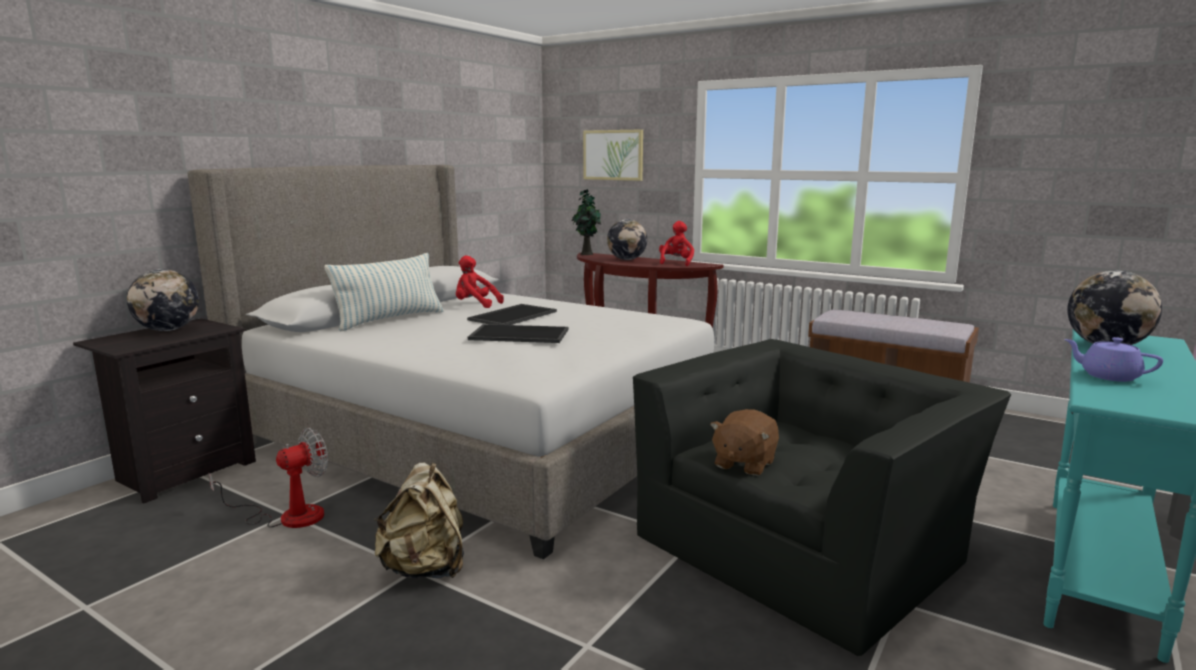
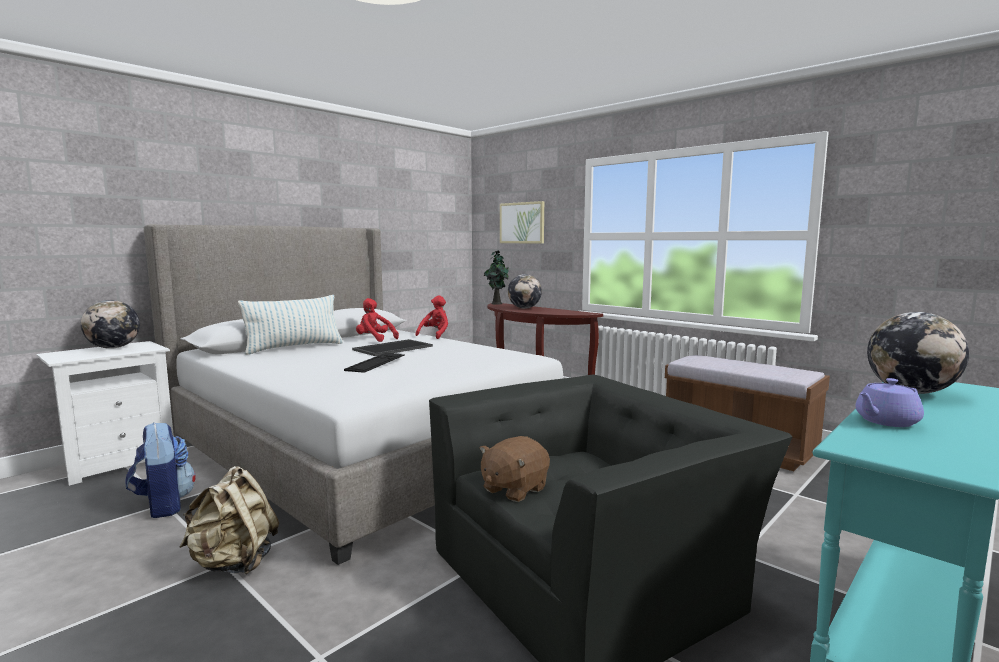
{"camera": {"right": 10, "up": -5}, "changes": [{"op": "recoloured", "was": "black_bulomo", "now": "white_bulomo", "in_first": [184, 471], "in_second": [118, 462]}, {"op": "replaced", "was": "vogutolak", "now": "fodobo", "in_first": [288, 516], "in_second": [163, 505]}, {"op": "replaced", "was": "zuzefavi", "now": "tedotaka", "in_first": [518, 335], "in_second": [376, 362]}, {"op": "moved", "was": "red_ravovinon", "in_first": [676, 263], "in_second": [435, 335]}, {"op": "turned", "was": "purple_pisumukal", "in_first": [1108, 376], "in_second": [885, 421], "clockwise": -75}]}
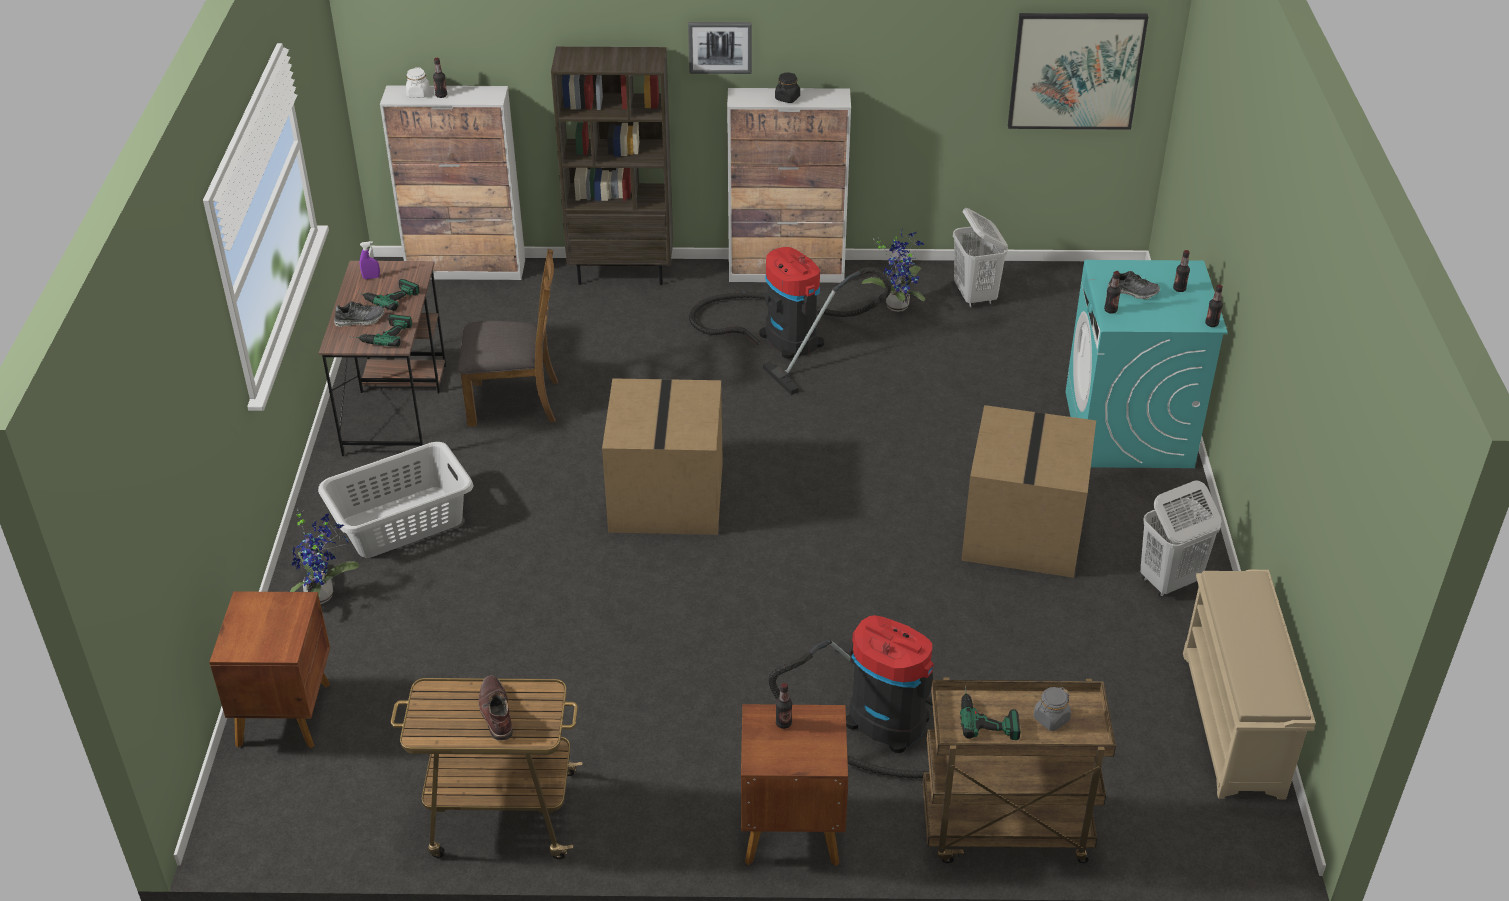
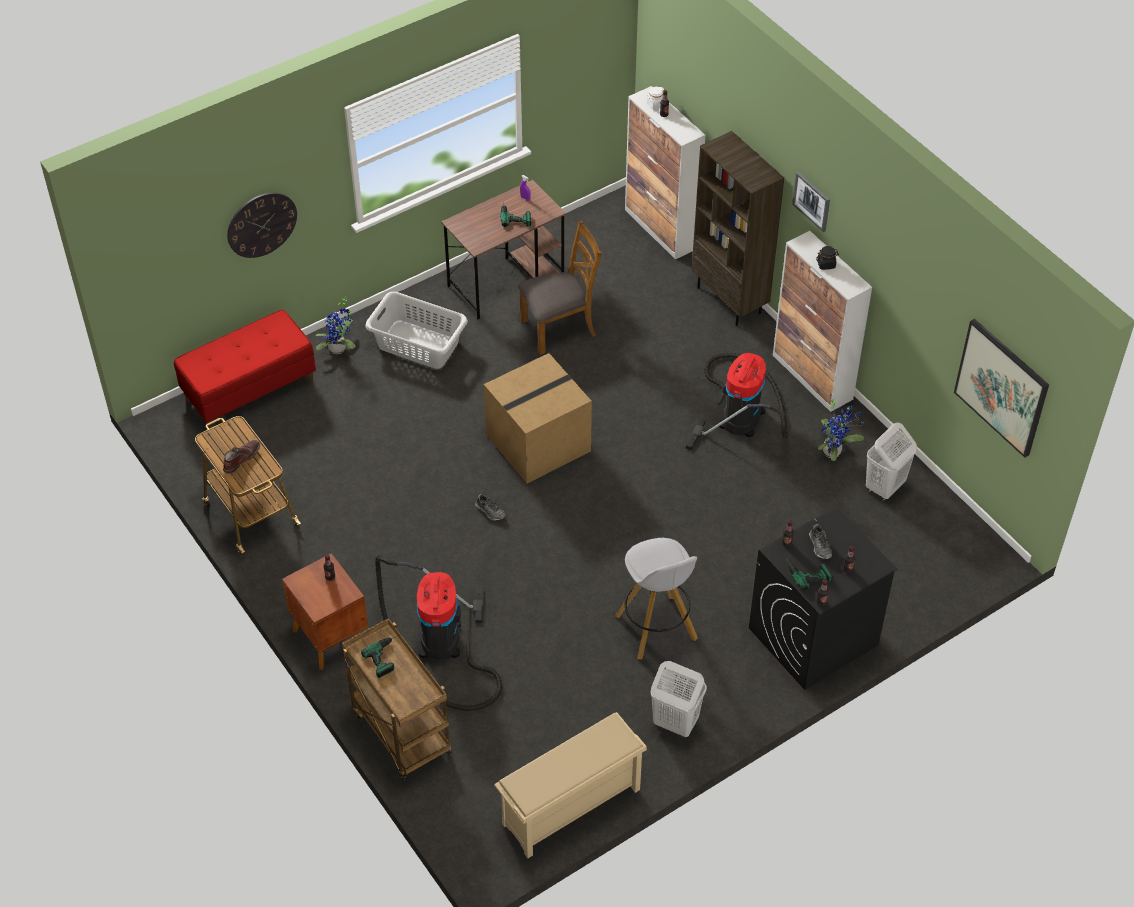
{"camera": {"right": 55, "up": 10}, "changes": [{"op": "replaced", "was": "brown_bulomo", "now": "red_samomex", "in_first": [286, 713], "in_second": [250, 390]}, {"op": "moved", "was": "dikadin", "in_first": [360, 320], "in_second": [490, 511]}, {"op": "moved", "was": "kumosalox", "in_first": [381, 334], "in_second": [806, 571]}, {"op": "turned", "was": "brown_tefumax", "in_first": [515, 402], "in_second": [559, 327], "clockwise": -75}, {"op": "replaced", "was": "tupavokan", "now": "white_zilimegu", "in_first": [1024, 533], "in_second": [656, 628]}, {"op": "removed", "was": "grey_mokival", "in_first": [1051, 719]}, {"op": "recoloured", "was": "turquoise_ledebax", "now": "black_ledebax", "in_first": [1128, 430], "in_second": [812, 637]}, {"op": "added", "now": "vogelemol", "in_second": [261, 224]}]}
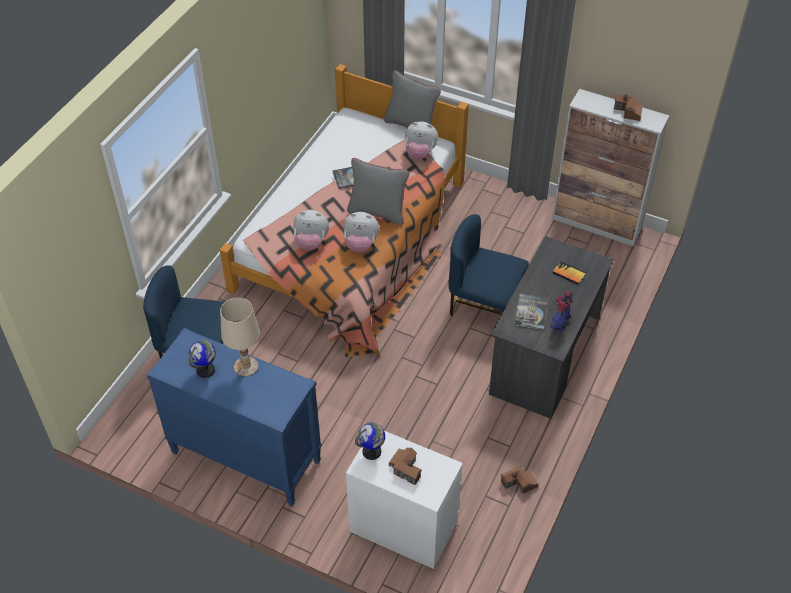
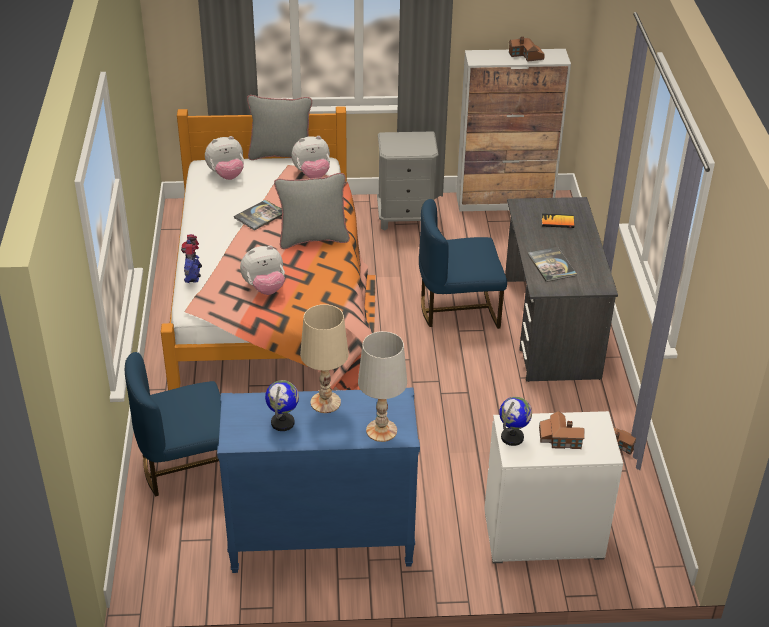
{"camera": {"right": -30, "up": -10}, "changes": [{"op": "moved", "was": "ravovinon", "in_first": [360, 244], "in_second": [226, 175]}, {"op": "moved", "was": "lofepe", "in_first": [560, 323], "in_second": [193, 275]}, {"op": "added", "now": "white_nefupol", "in_second": [382, 430]}, {"op": "added", "now": "grey_bulomo", "in_second": [406, 218]}]}
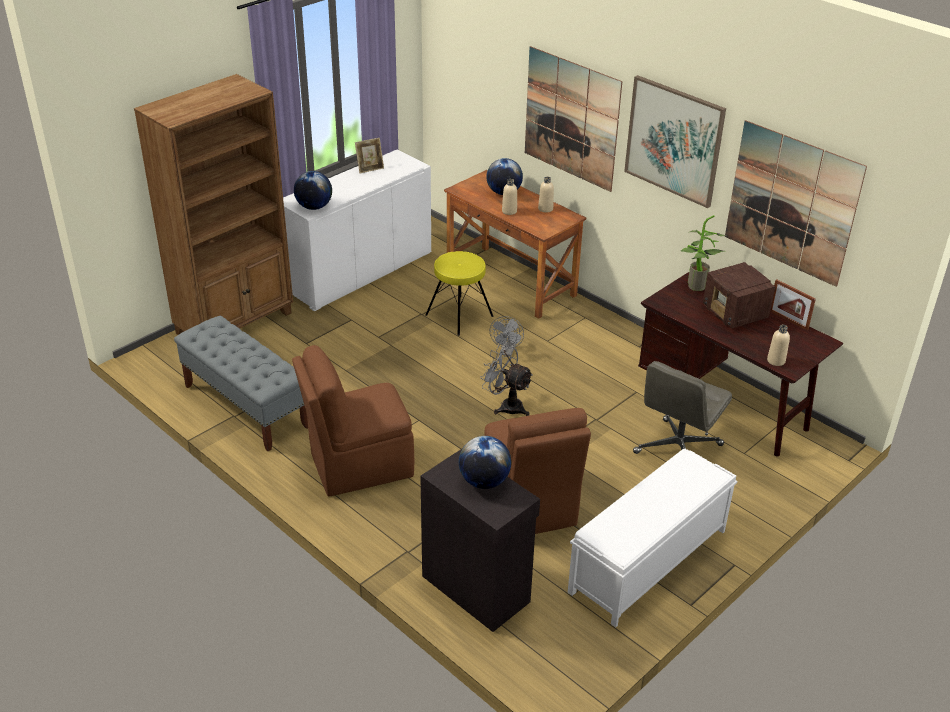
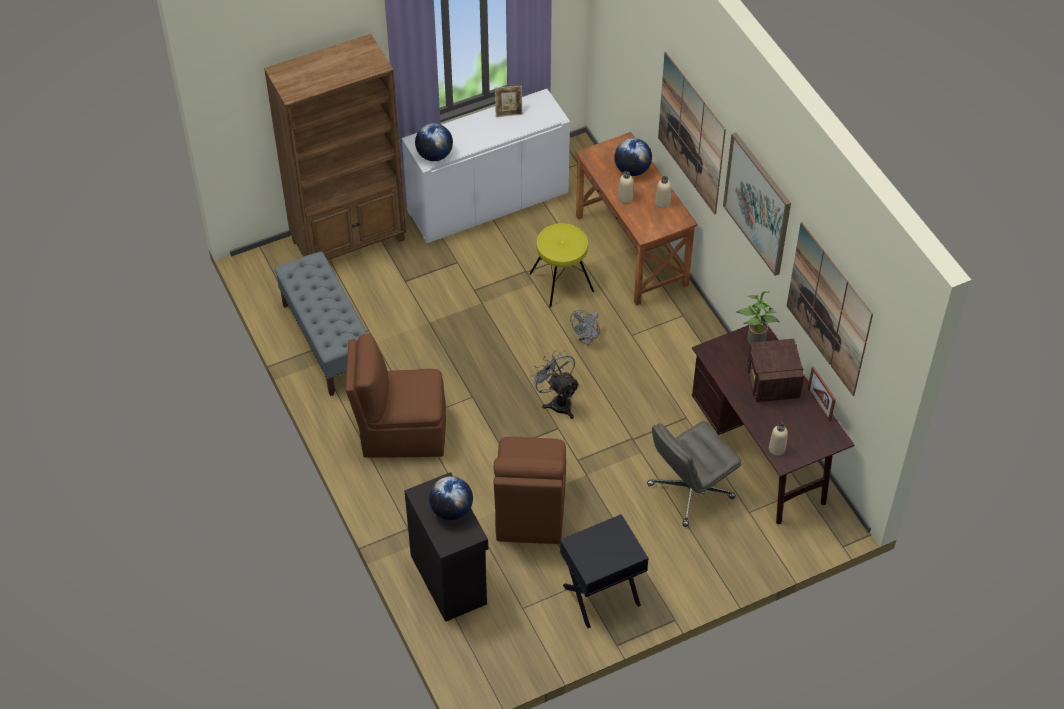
{"camera": {"right": 20, "up": 15}, "changes": [{"op": "replaced", "was": "white_samomex", "now": "black_bulomo", "in_first": [647, 562], "in_second": [602, 596]}]}
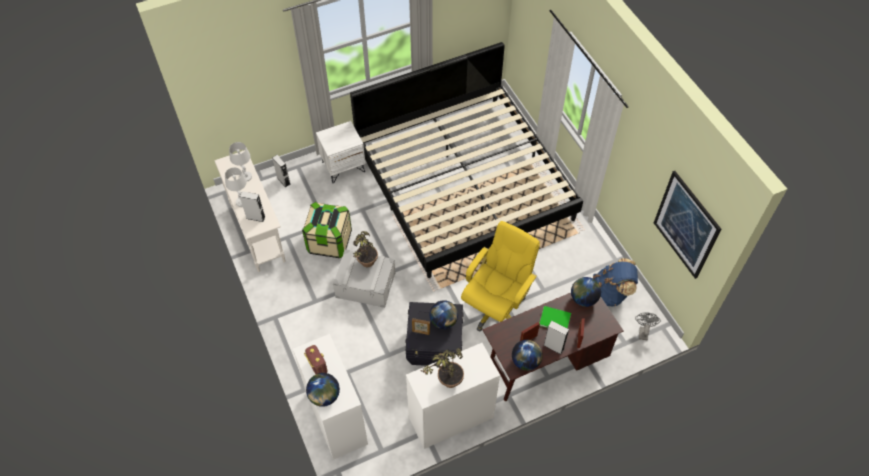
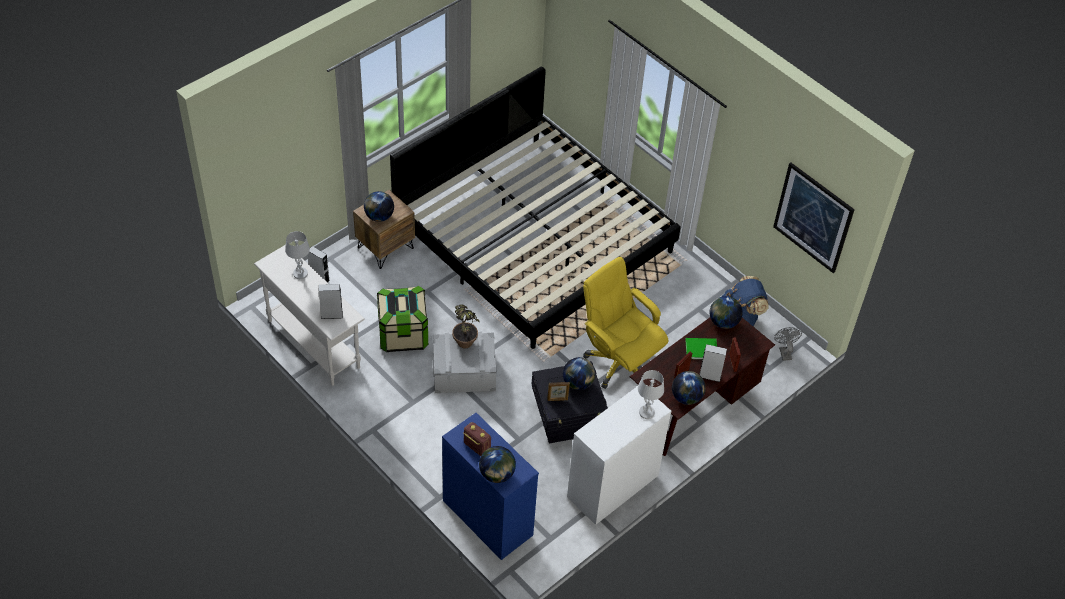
{"camera": {"right": -20, "up": -5}, "changes": [{"op": "moved", "was": "white_nefupol", "in_first": [242, 202], "in_second": [647, 412]}, {"op": "recoloured", "was": "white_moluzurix", "now": "blue_moluzurix", "in_first": [336, 418], "in_second": [487, 518]}, {"op": "recoloured", "was": "white_bulomo", "now": "brown_bulomo", "in_first": [343, 166], "in_second": [385, 247]}, {"op": "removed", "was": "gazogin", "in_first": [445, 383]}, {"op": "turned", "was": "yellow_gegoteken", "in_first": [495, 307], "in_second": [618, 362], "clockwise": -60}, {"op": "added", "now": "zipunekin", "in_second": [379, 216]}]}
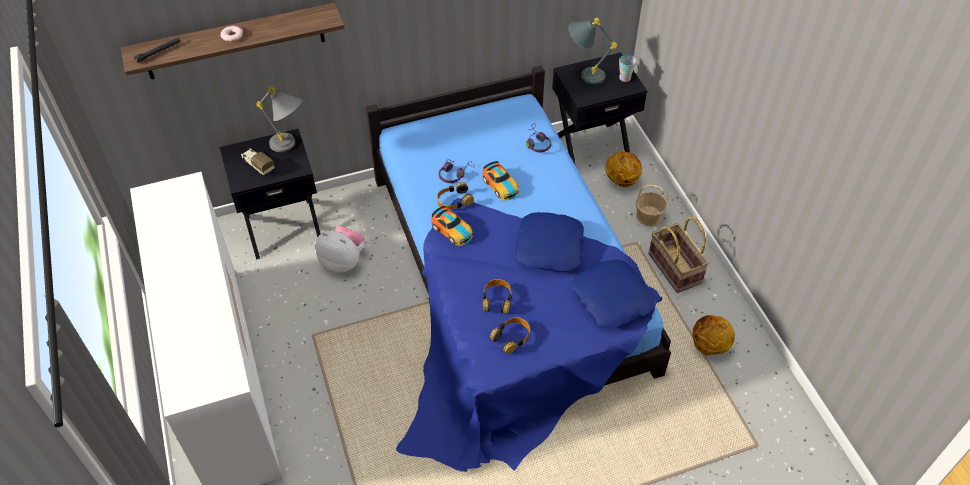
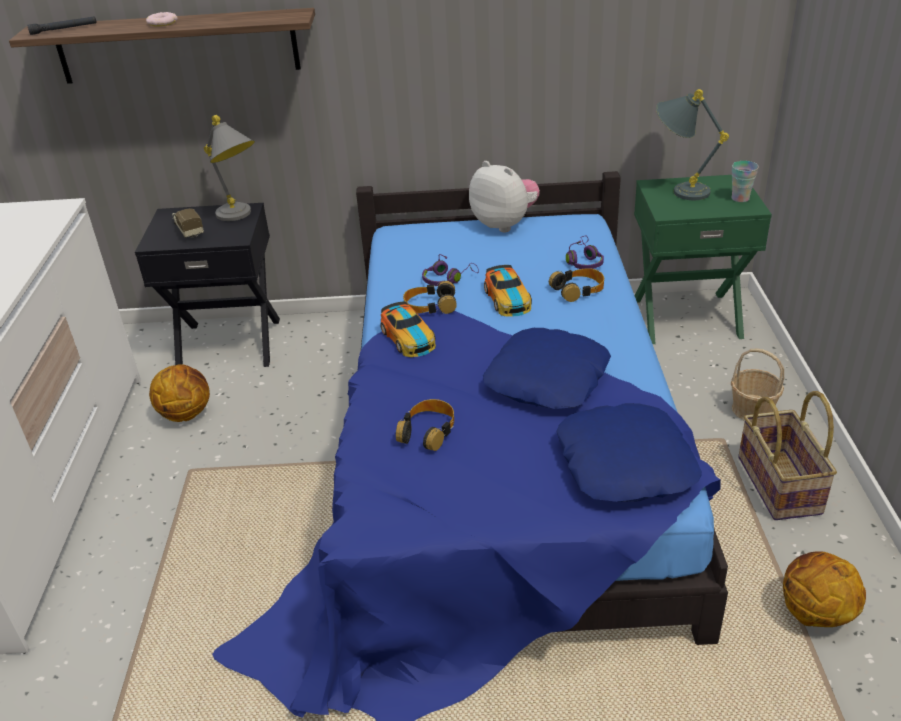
{"camera": {"right": 20, "up": -15}, "changes": [{"op": "moved", "was": "ravovinon", "in_first": [343, 261], "in_second": [504, 224]}, {"op": "moved", "was": "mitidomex", "in_first": [511, 337], "in_second": [578, 290]}, {"op": "recoloured", "was": "black_bulomo", "now": "green_bulomo", "in_first": [590, 147], "in_second": [686, 316]}, {"op": "moved", "was": "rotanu", "in_first": [621, 180], "in_second": [186, 413]}]}
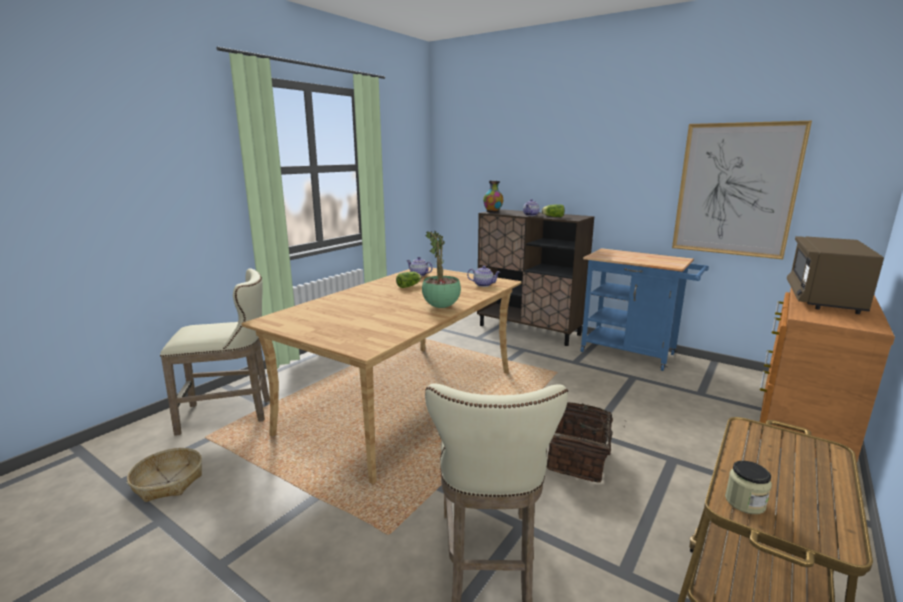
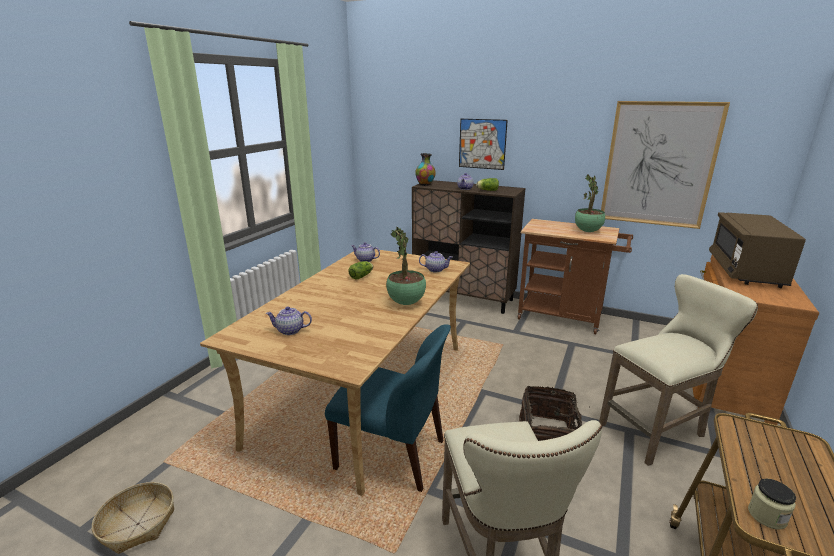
{"camera": {"right": -10, "up": 5}, "changes": [{"op": "moved", "was": "beige_zilimegu", "in_first": [231, 414], "in_second": [657, 431]}, {"op": "recoloured", "was": "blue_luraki", "now": "brown_luraki", "in_first": [633, 354], "in_second": [565, 318]}, {"op": "added", "now": "pisumukal", "in_second": [290, 331]}, {"op": "added", "now": "blue_tefumax", "in_second": [393, 455]}, {"op": "added", "now": "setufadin", "in_second": [482, 144]}, {"op": "added", "now": "gazogin", "in_second": [588, 231]}]}
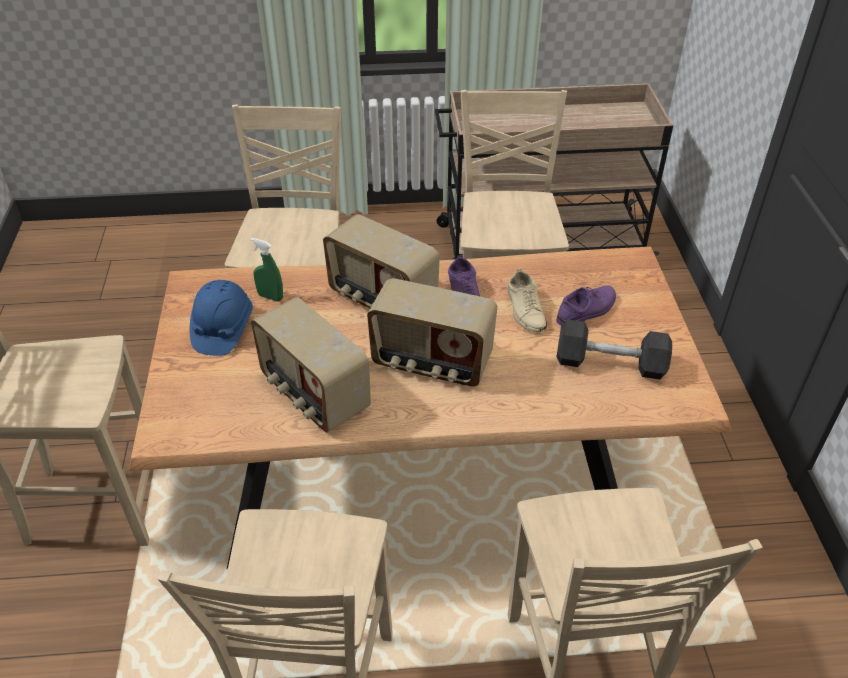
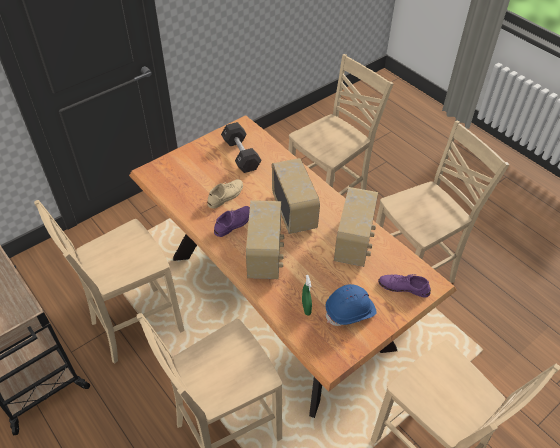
{"camera": {"right": -125, "up": 5}, "changes": [{"op": "moved", "was": "purple_dikadin", "in_first": [586, 310], "in_second": [404, 287]}]}
